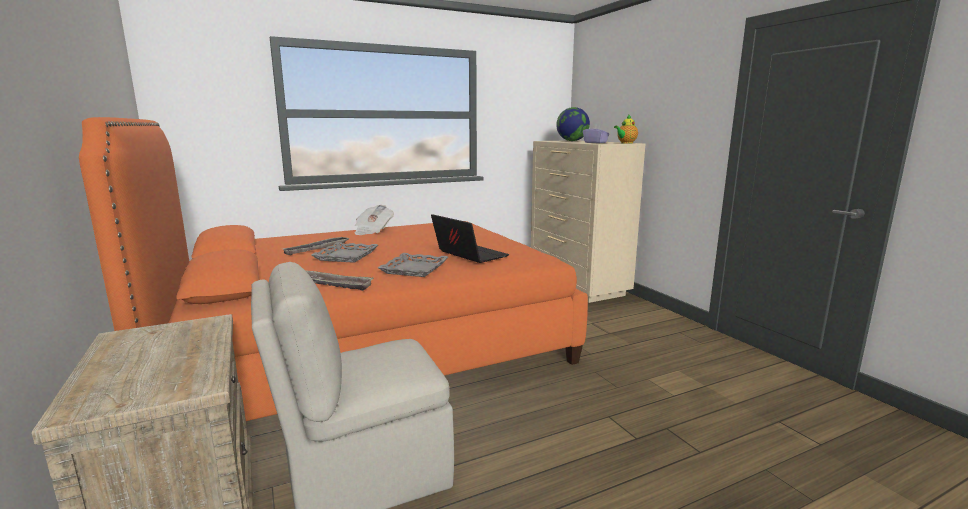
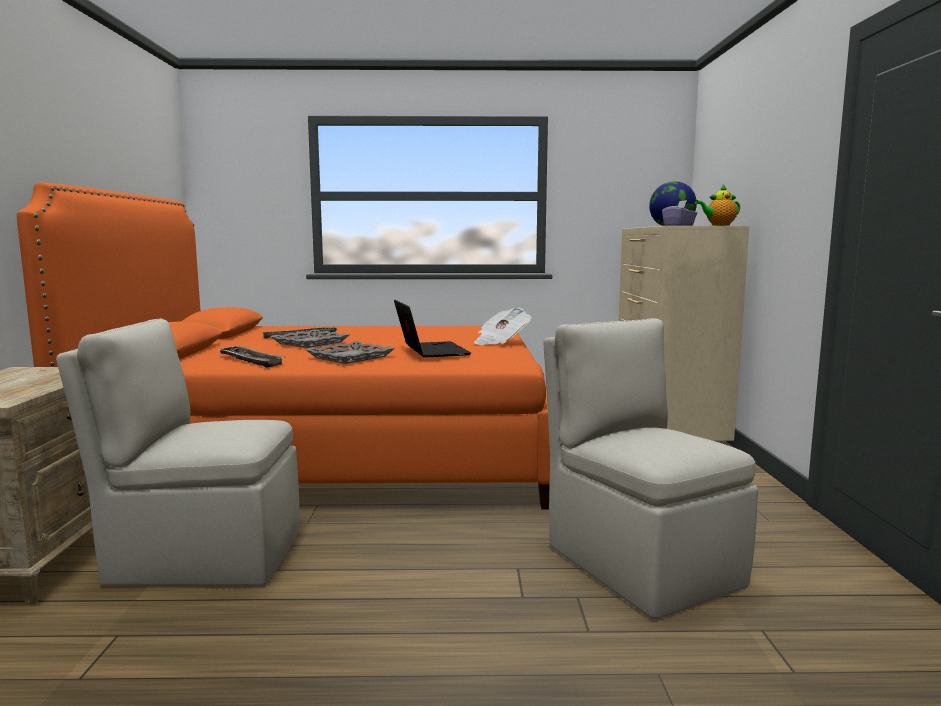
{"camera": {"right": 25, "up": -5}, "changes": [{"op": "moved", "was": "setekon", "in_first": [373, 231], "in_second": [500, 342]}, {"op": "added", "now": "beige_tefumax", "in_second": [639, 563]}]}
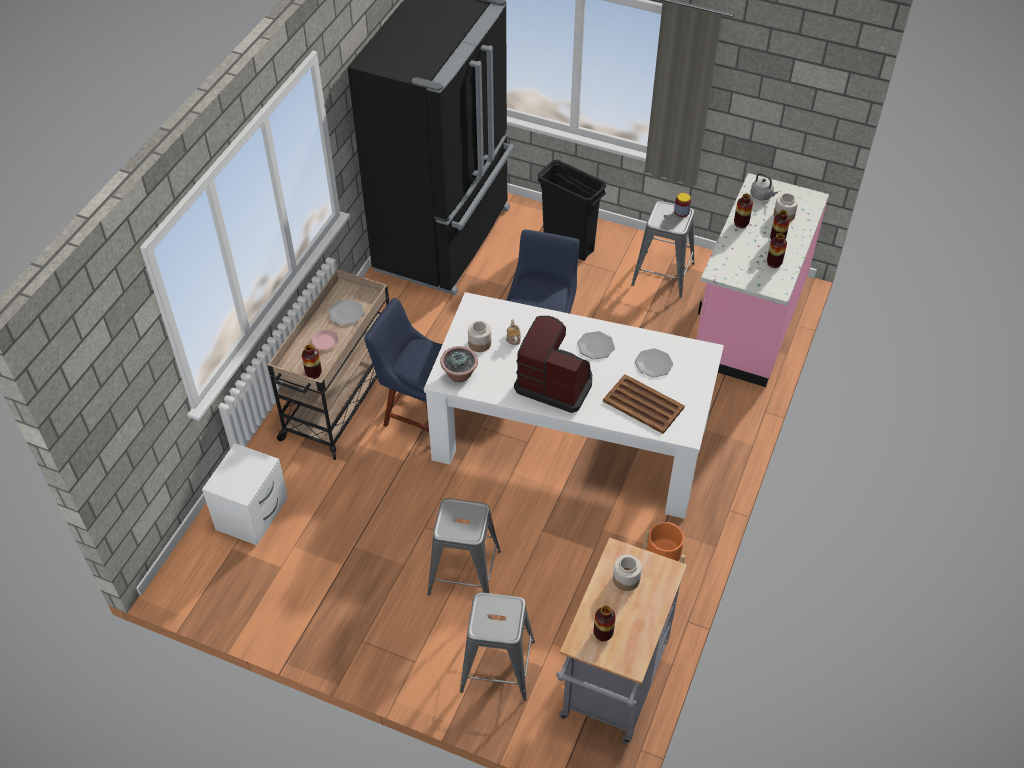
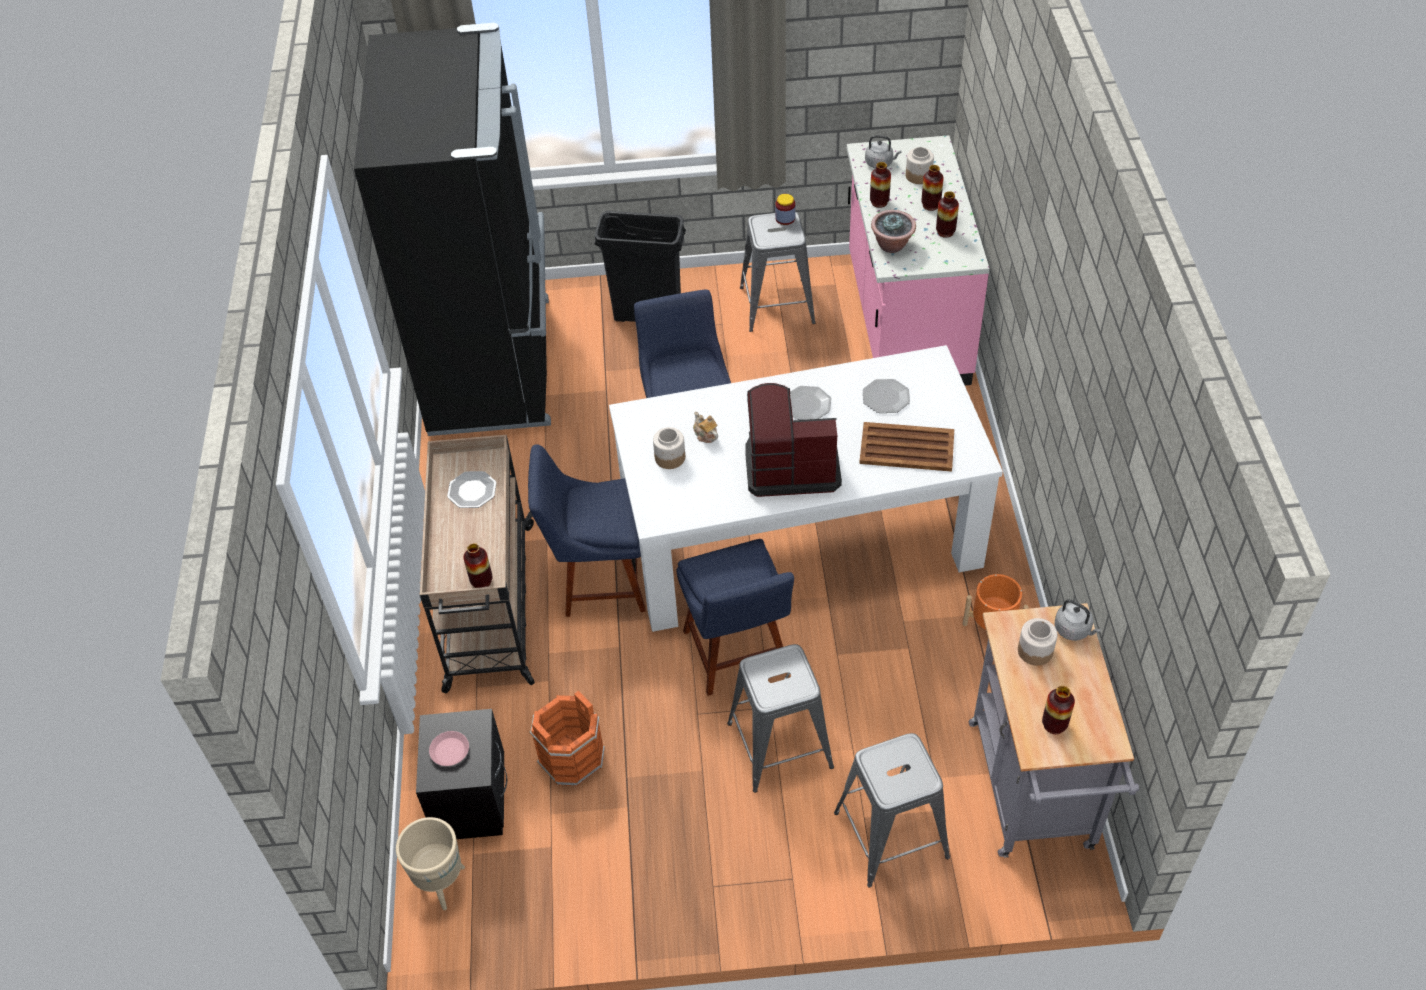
{"camera": {"right": -25, "up": 0}, "changes": [{"op": "recoloured", "was": "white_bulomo", "now": "black_bulomo", "in_first": [253, 515], "in_second": [473, 799]}, {"op": "moved", "was": "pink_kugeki", "in_first": [325, 341], "in_second": [450, 750]}, {"op": "moved", "was": "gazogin", "in_first": [460, 375], "in_second": [892, 245]}, {"op": "added", "now": "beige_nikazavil", "in_second": [441, 885]}, {"op": "added", "now": "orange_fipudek", "in_second": [571, 757]}, {"op": "added", "now": "blue_tefumax", "in_second": [738, 656]}, {"op": "added", "now": "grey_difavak", "in_second": [1074, 630]}]}
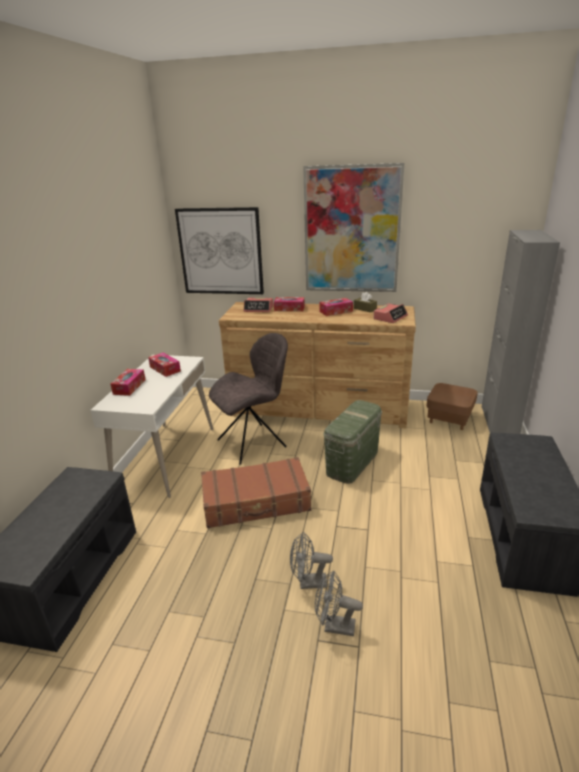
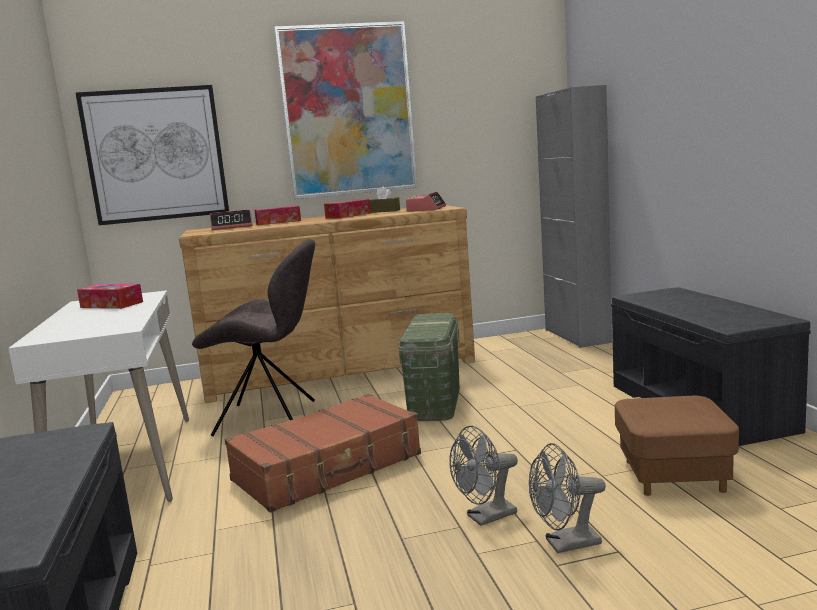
{"camera": {"right": -25, "up": -15}, "changes": [{"op": "removed", "was": "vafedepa", "in_first": [129, 387]}, {"op": "turned", "was": "grey_tefumax", "in_first": [254, 442], "in_second": [270, 417], "clockwise": 60}, {"op": "moved", "was": "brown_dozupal", "in_first": [449, 418], "in_second": [673, 475]}]}
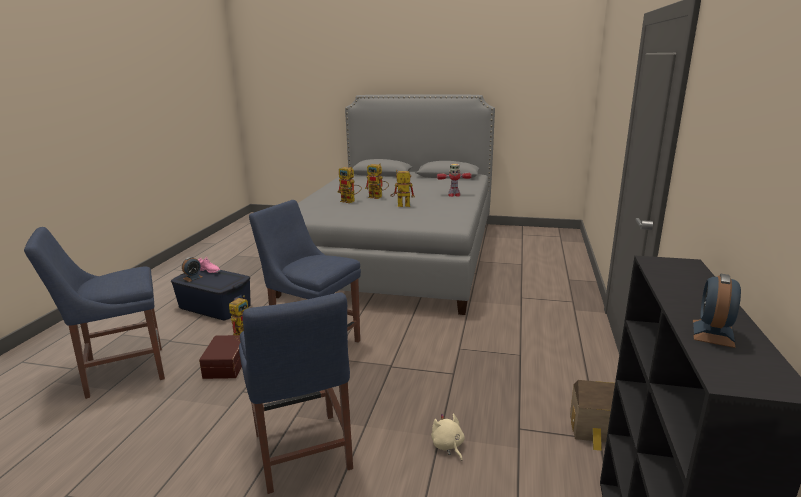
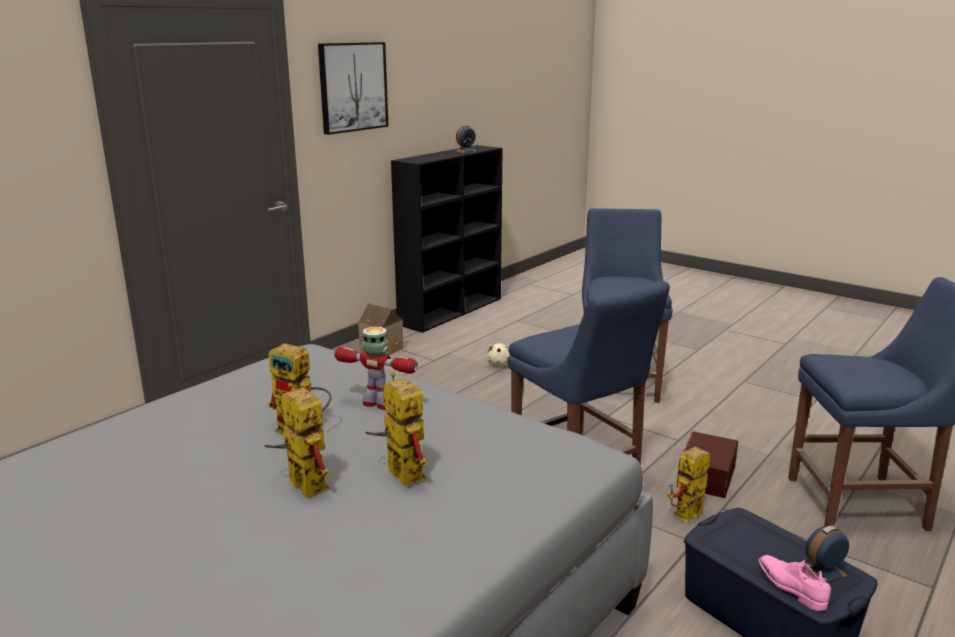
{"camera": {"right": -155, "up": 0}, "changes": [{"op": "moved", "was": "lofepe", "in_first": [453, 195], "in_second": [379, 404]}, {"op": "added", "now": "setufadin", "in_second": [352, 87]}]}
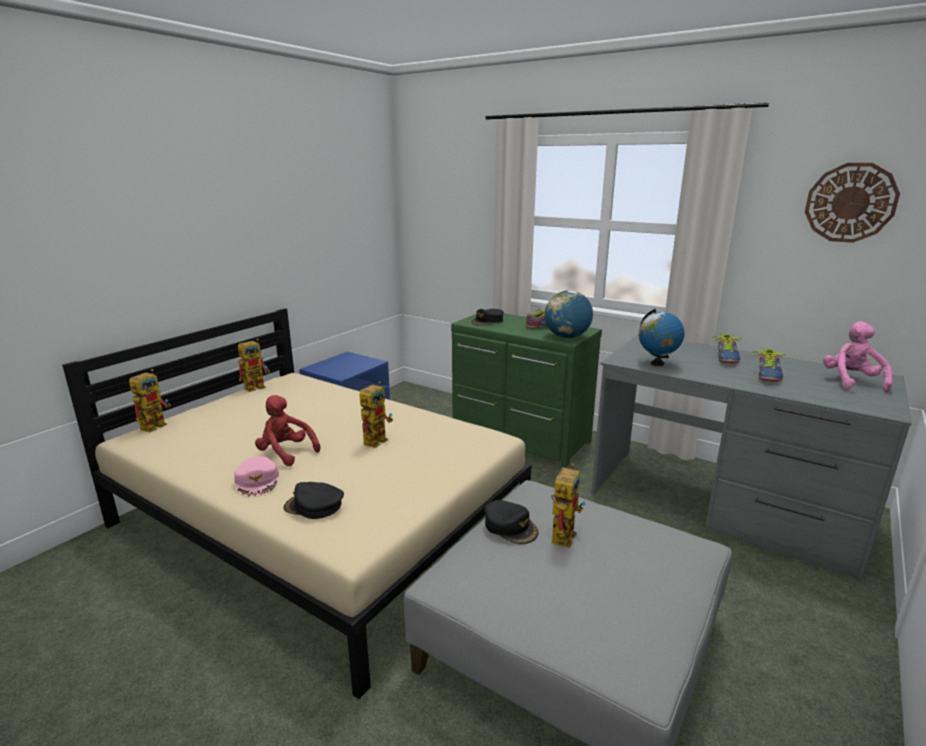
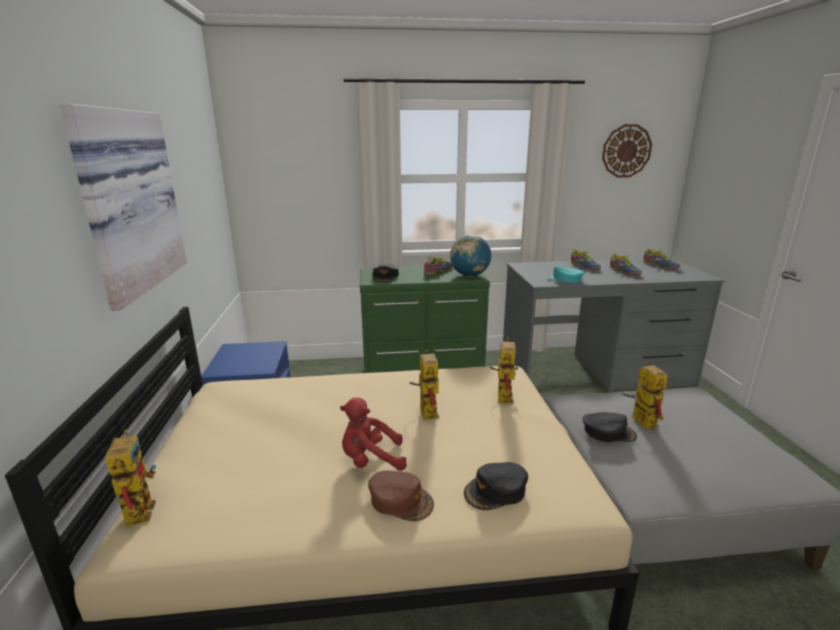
{"camera": {"right": -40, "up": 0}, "changes": [{"op": "recoloured", "was": "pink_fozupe", "now": "brown_fozupe", "in_first": [258, 481], "in_second": [401, 500]}, {"op": "moved", "was": "lofepe", "in_first": [258, 386], "in_second": [502, 395]}, {"op": "replaced", "was": "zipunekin", "now": "turquoise_fozupe", "in_first": [657, 363], "in_second": [564, 279]}, {"op": "replaced", "was": "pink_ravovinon", "now": "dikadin", "in_first": [851, 381], "in_second": [660, 265]}, {"op": "added", "now": "setufadin", "in_second": [126, 201]}]}
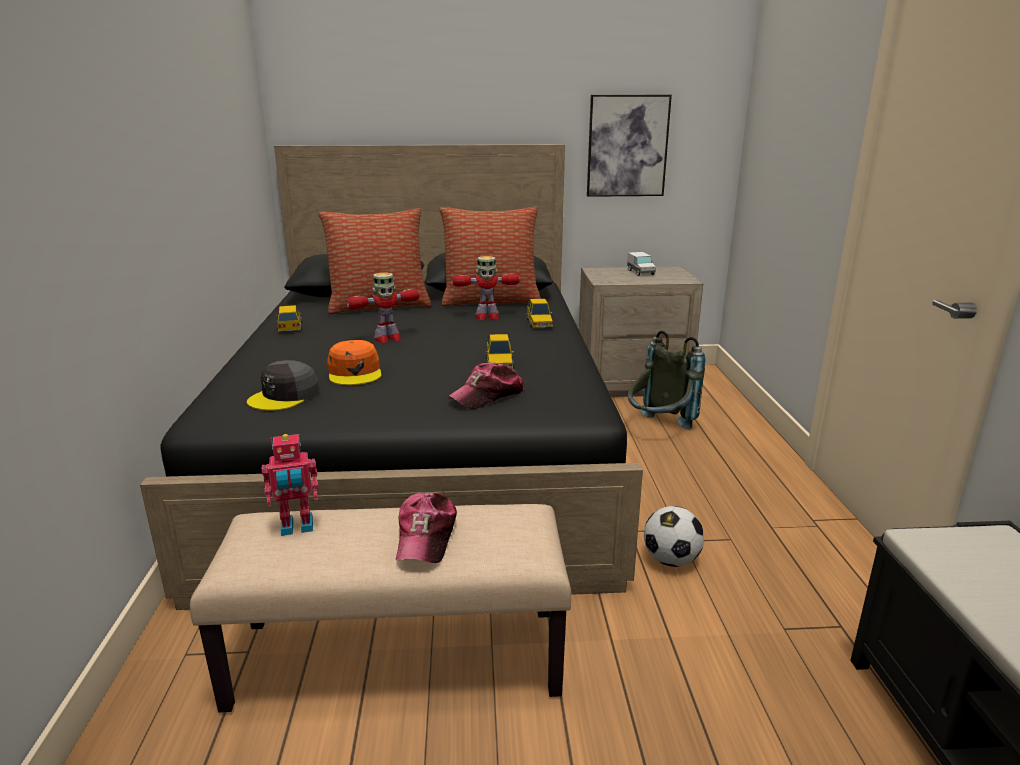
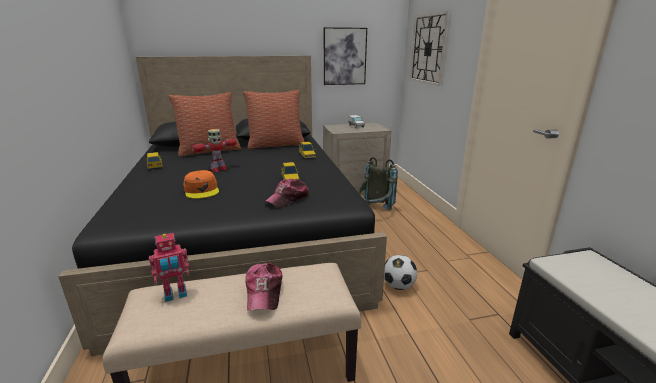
{"camera": {"right": -10, "up": 0}, "changes": [{"op": "removed", "was": "grey_fozupe", "in_first": [285, 396]}, {"op": "removed", "was": "lofepe", "in_first": [486, 316]}, {"op": "added", "now": "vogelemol", "in_second": [429, 49]}]}
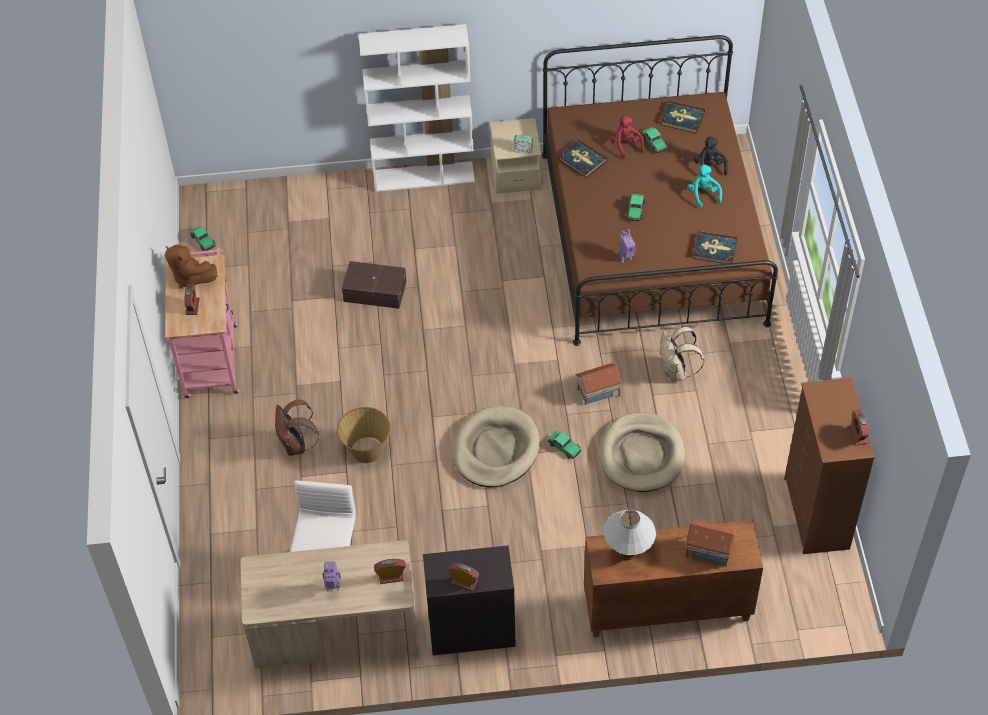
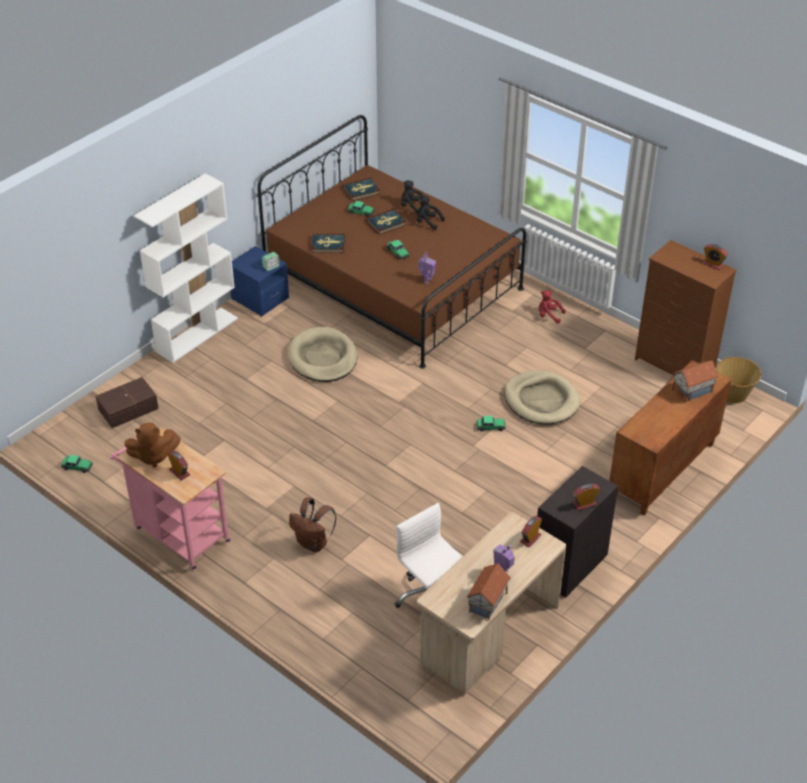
{"camera": {"right": -45, "up": -10}, "changes": [{"op": "moved", "was": "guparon", "in_first": [366, 450], "in_second": [733, 394]}, {"op": "moved", "was": "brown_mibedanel", "in_first": [374, 290], "in_second": [127, 409]}, {"op": "moved", "was": "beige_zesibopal", "in_first": [495, 449], "in_second": [323, 358]}, {"op": "recoloured", "was": "beige_bulomo", "now": "blue_bulomo", "in_first": [515, 174], "in_second": [260, 298]}, {"op": "moved", "was": "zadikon", "in_first": [598, 393], "in_second": [488, 603]}, {"op": "removed", "was": "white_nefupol", "in_first": [627, 554]}, {"op": "moved", "was": "red_ravovinon", "in_first": [626, 145], "in_second": [549, 315]}, {"op": "removed", "was": "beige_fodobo", "in_first": [676, 372]}, {"op": "recoloured", "was": "turquoise_ravovinon", "now": "black_ravovinon", "in_first": [703, 195], "in_second": [427, 222]}, {"op": "moved", "was": "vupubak", "in_first": [714, 249], "in_second": [386, 223]}]}
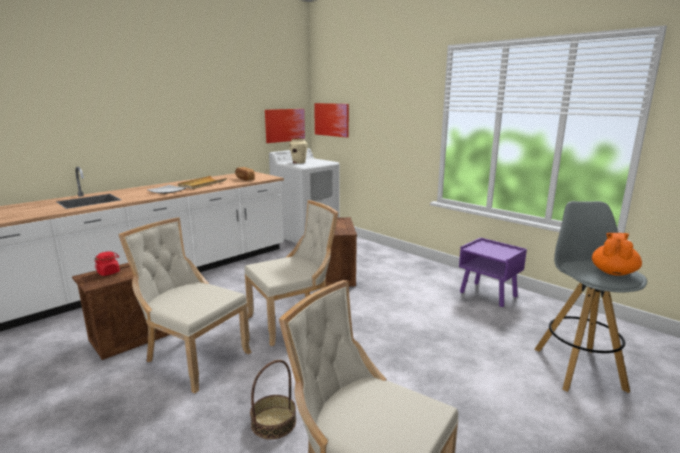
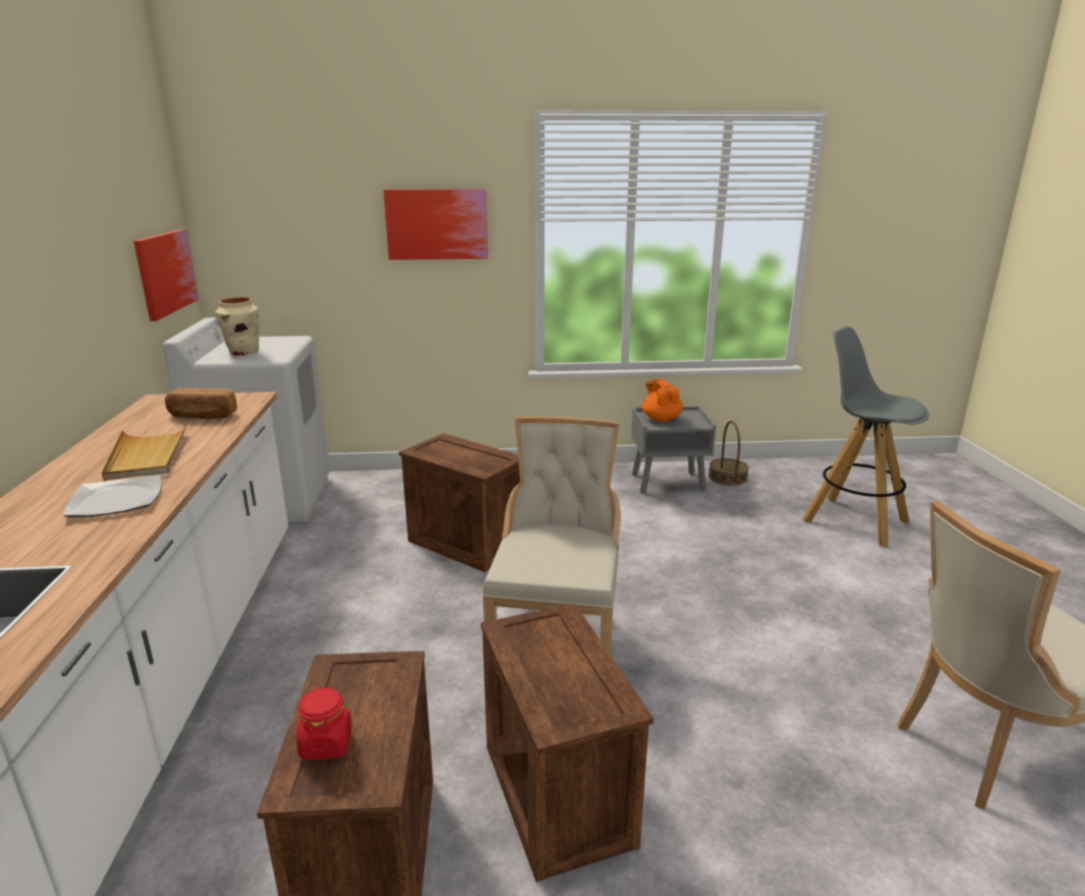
{"camera": {"right": -50, "up": 5}, "changes": [{"op": "replaced", "was": "beige_tefumax", "now": "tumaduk", "in_first": [193, 358], "in_second": [554, 793]}, {"op": "moved", "was": "guparon", "in_first": [273, 422], "in_second": [727, 477]}, {"op": "moved", "was": "setufadin", "in_first": [331, 119], "in_second": [437, 224]}, {"op": "recoloured", "was": "purple_bulomo", "now": "grey_bulomo", "in_first": [489, 294], "in_second": [668, 482]}, {"op": "moved", "was": "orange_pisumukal", "in_first": [613, 272], "in_second": [661, 419]}]}
